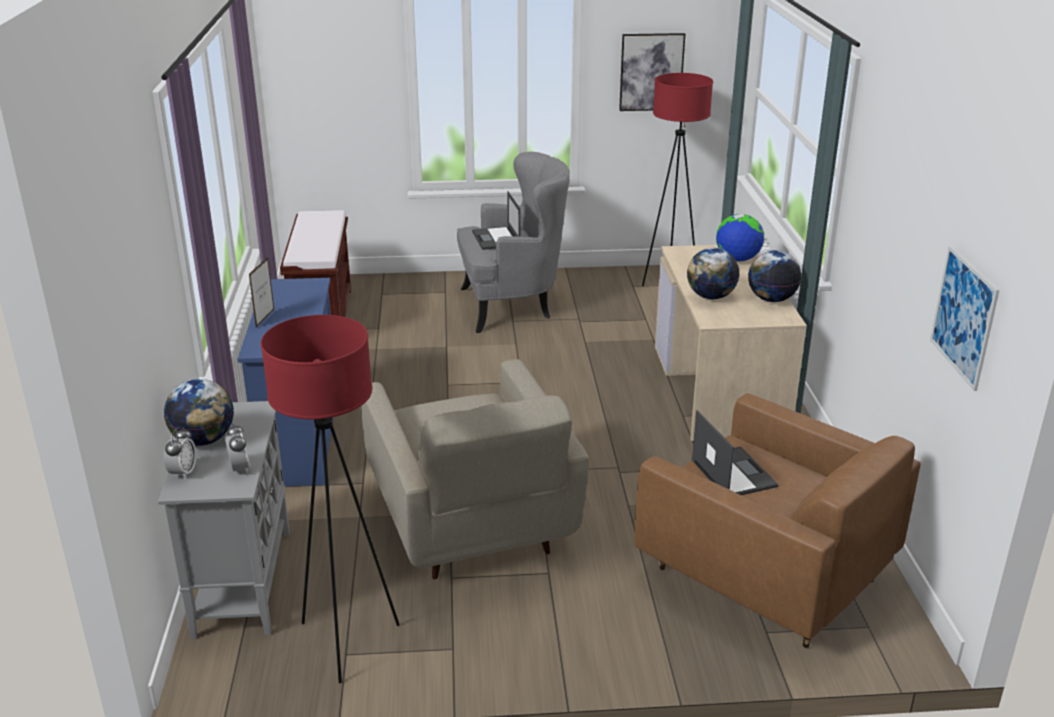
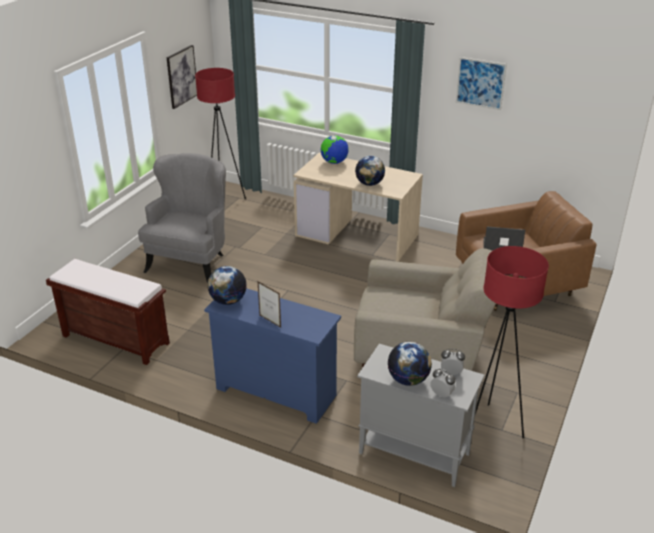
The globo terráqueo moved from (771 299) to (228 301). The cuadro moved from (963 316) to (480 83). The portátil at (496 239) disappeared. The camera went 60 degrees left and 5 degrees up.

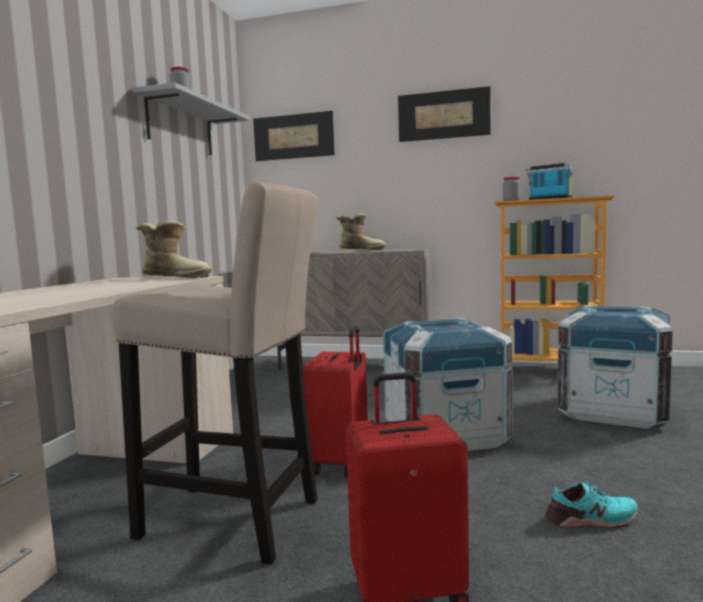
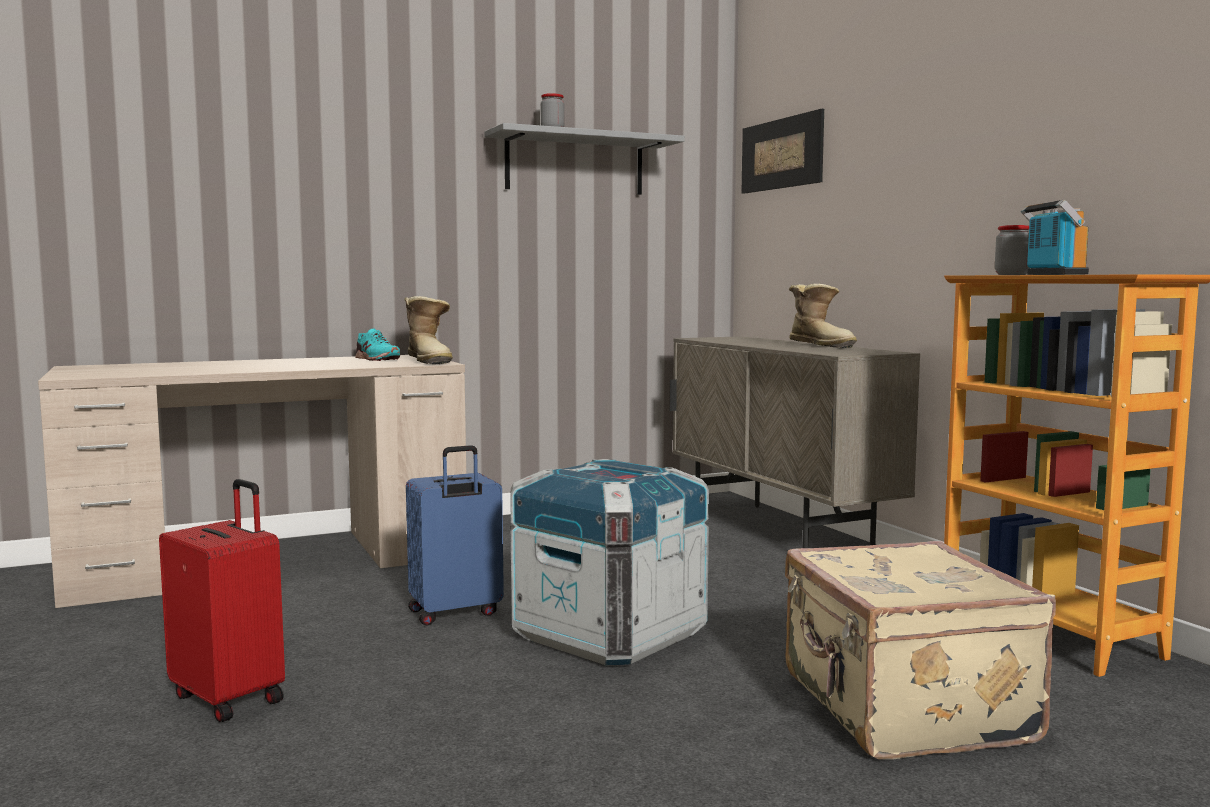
The zapato/turquesa moved from (591 519) to (376 359). The maleta/rojo at (341 463) became the maleta/azul at (455 613). The caja de embalaje at (612 411) was replaced by the maleta/beis at (902 709). The taburete/beis at (237 521) disappeared. The cuadro at (443 115) disappeared. The camera went 50 degrees right and 0 degrees up.

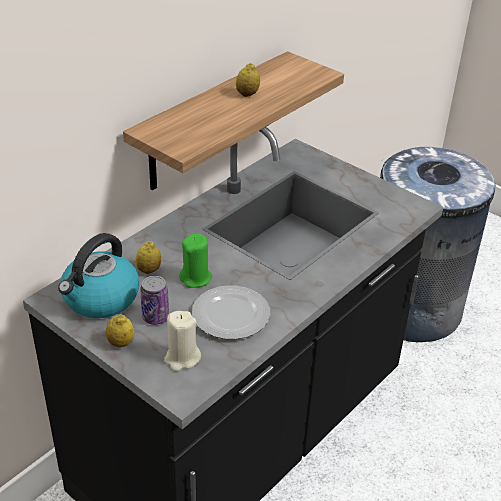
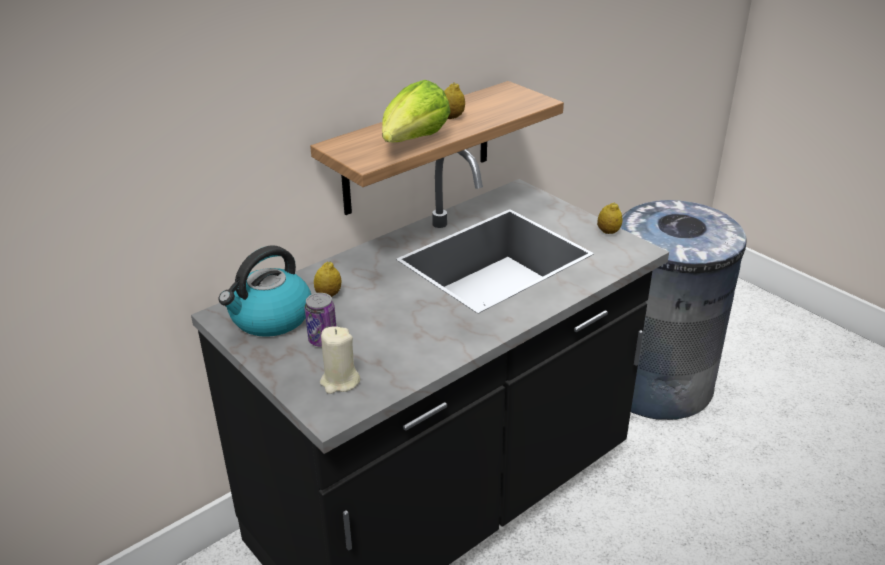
The lechuga at (413 142) appeared. The limón moved from (121 343) to (608 232). The vela/verde at (196 278) disappeared. The plato at (231 316) disappeared. The camera went 10 degrees right and 5 degrees down.

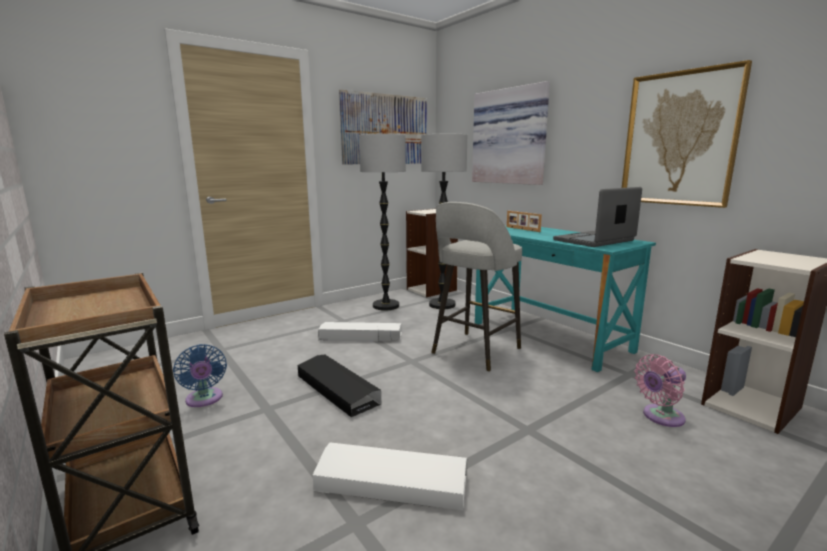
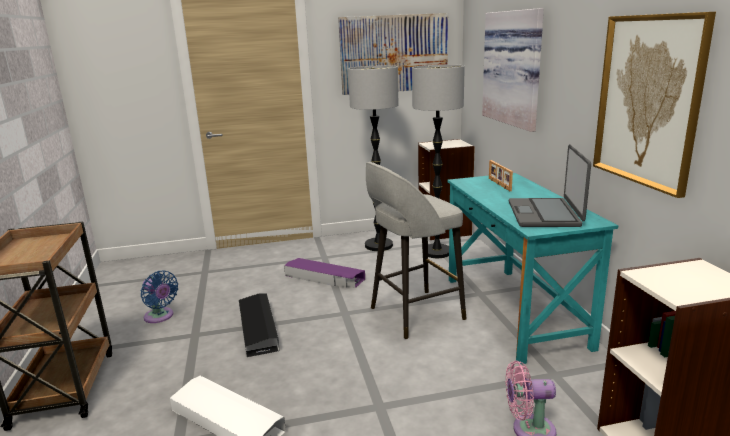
The ventilador/azul at (204 400) turned 45 degrees counterclockwise. The caja de almacenaje/blanco at (361 336) became the caja de almacenaje/morado at (325 278). The portátil at (594 240) turned 75 degrees counterclockwise. The camera went 25 degrees right and 5 degrees up.

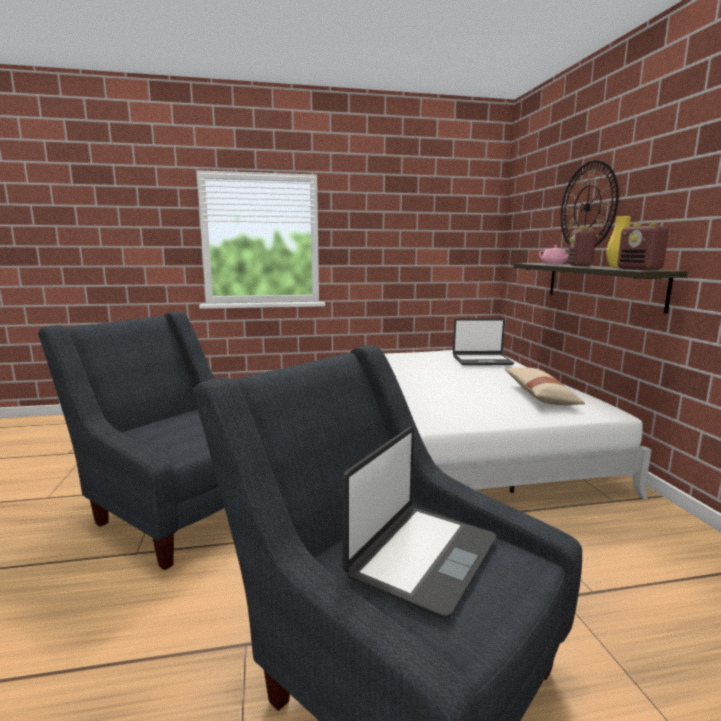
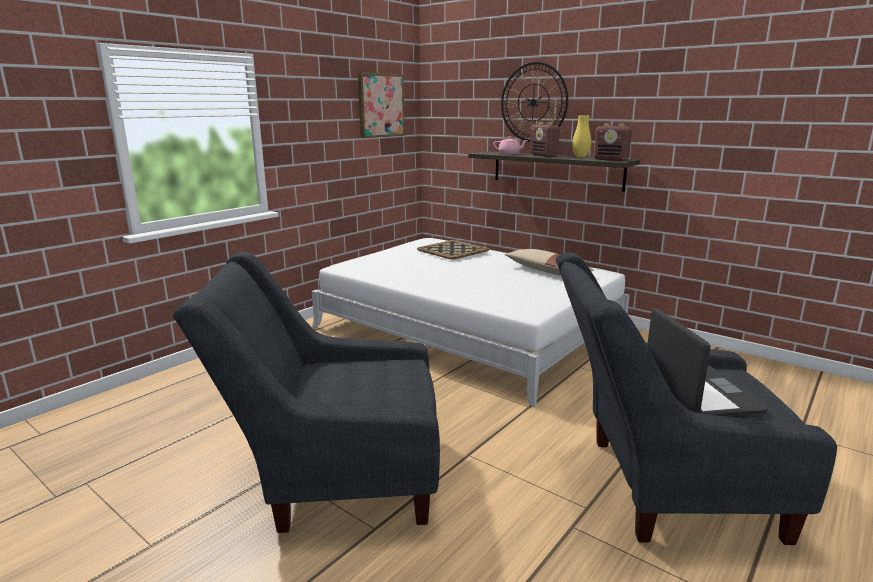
The cuadro at (380 105) appeared. The portátil at (482 360) was replaced by the bandeja at (453 250). The camera went 40 degrees left and 5 degrees up.

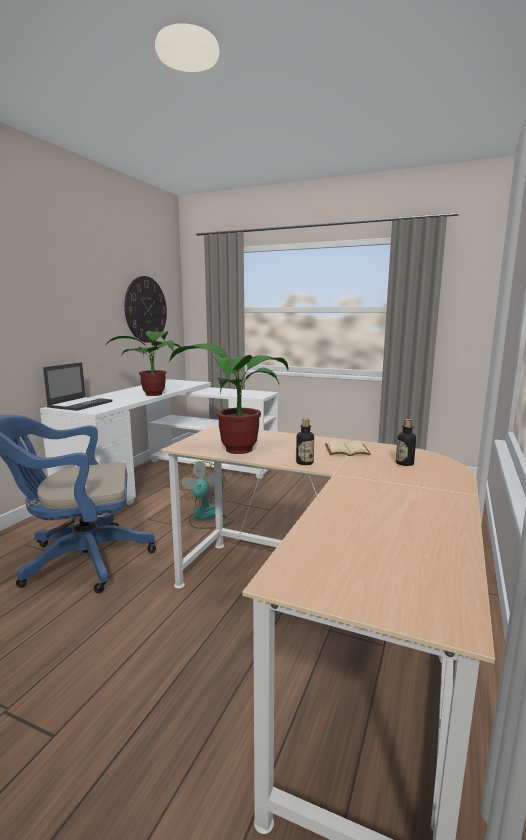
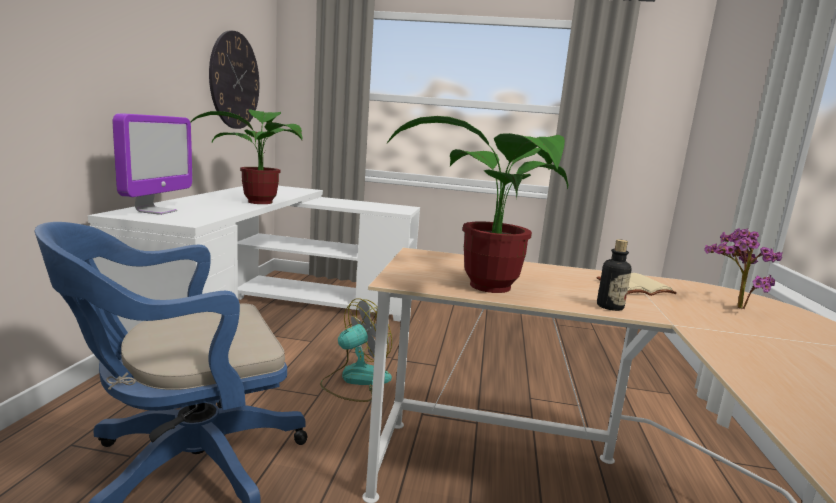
The portátil at (81 404) was replaced by the monitor at (156 211). The ventilador at (207 517) turned 60 degrees clockwise. The botella at (404 463) was replaced by the planta en maceta at (733 306). The camera went 15 degrees left and 0 degrees up.

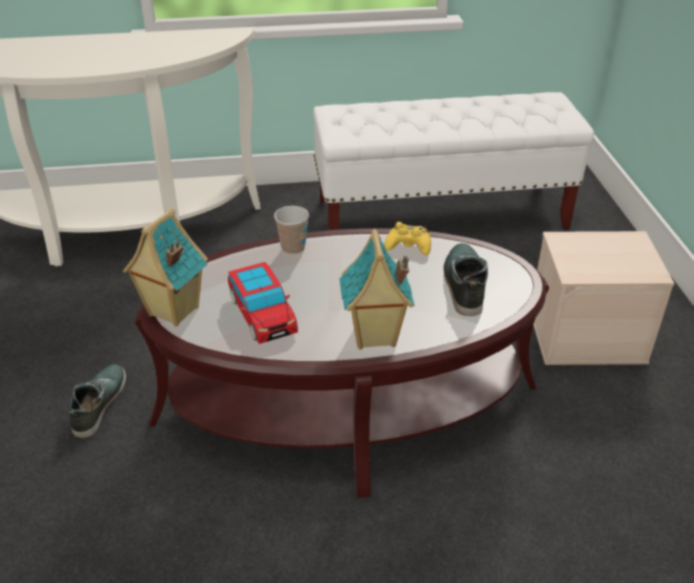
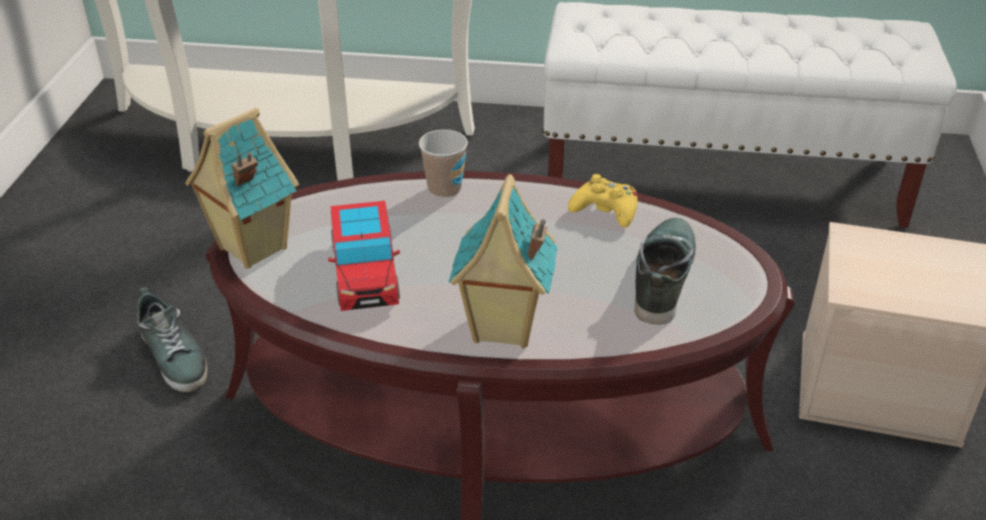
The zapato at (98 403) turned 120 degrees clockwise. The camera went 15 degrees right and 0 degrees up.

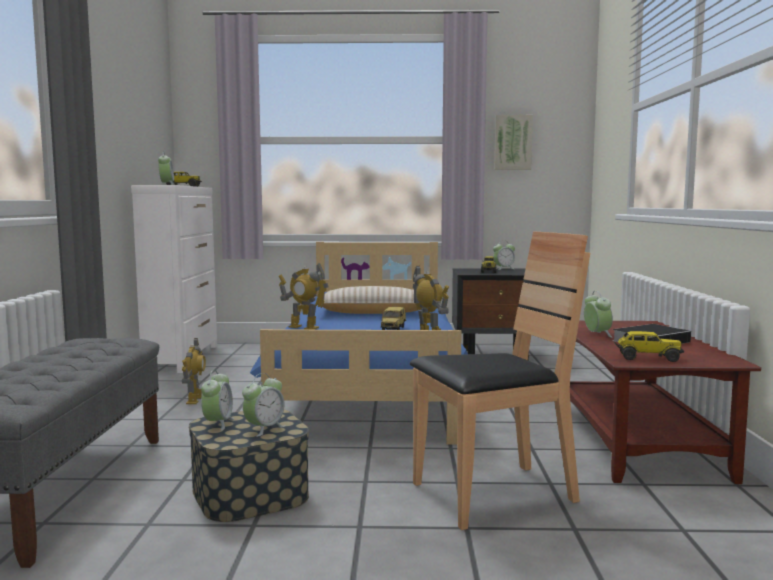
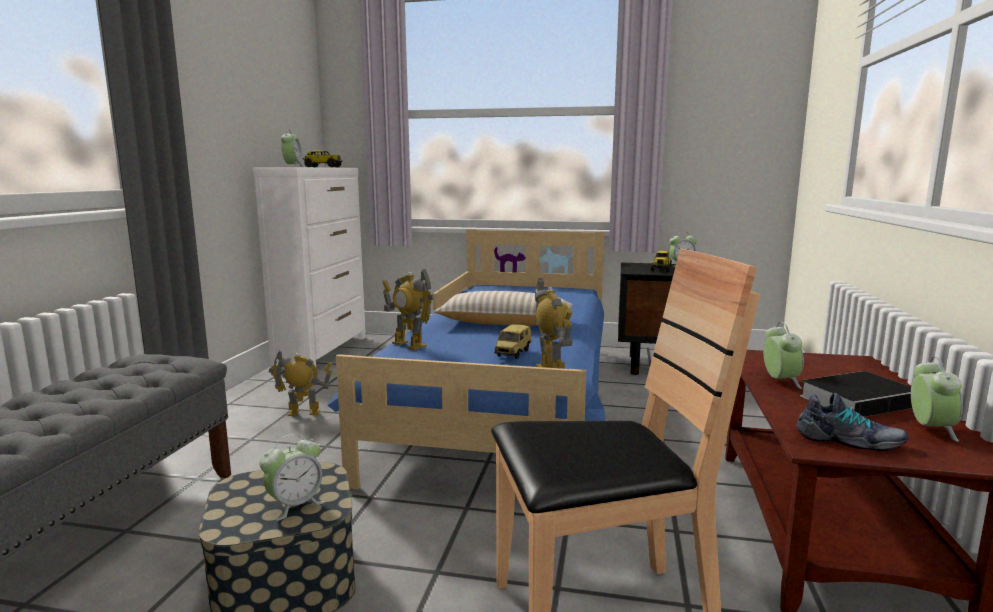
The robot de juguete at (195 400) turned 105 degrees counterclockwise. The camión de juguete at (647 358) was replaced by the zapato at (849 441). The despertador moved from (218 423) to (930 429). The cuadro at (512 142) disappeared. The camera went 10 degrees right and 5 degrees up.

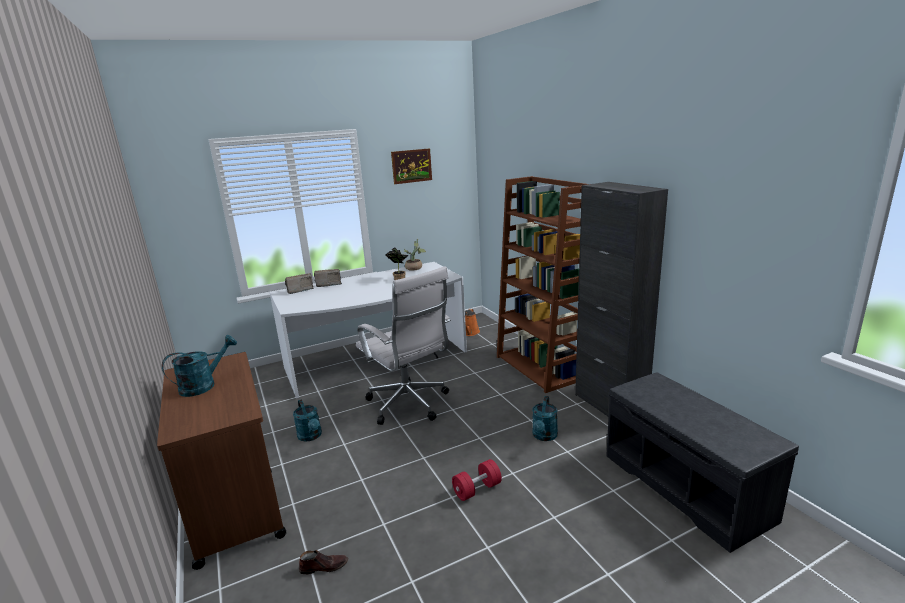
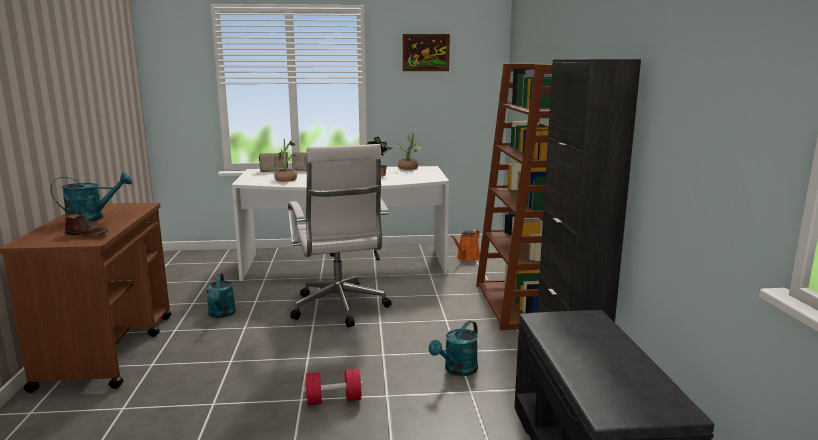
The zapato/marrón moved from (324 566) to (88 234). The planta en maceta at (286 179) appeared. The camera went 20 degrees right and 5 degrees down.

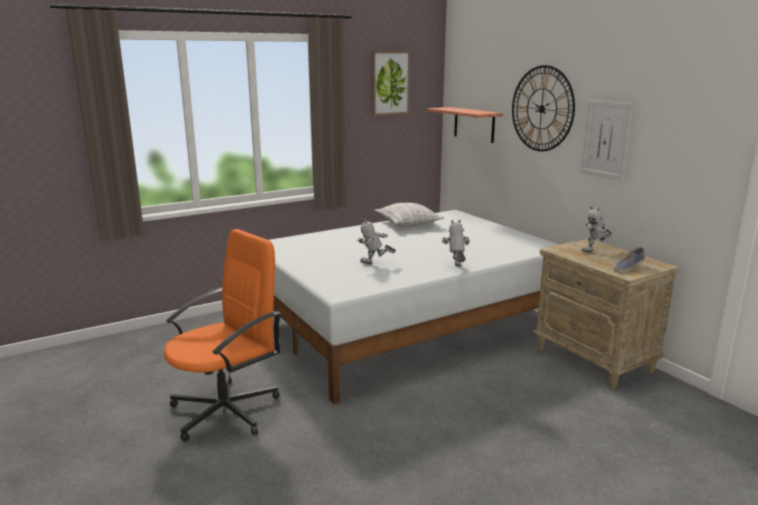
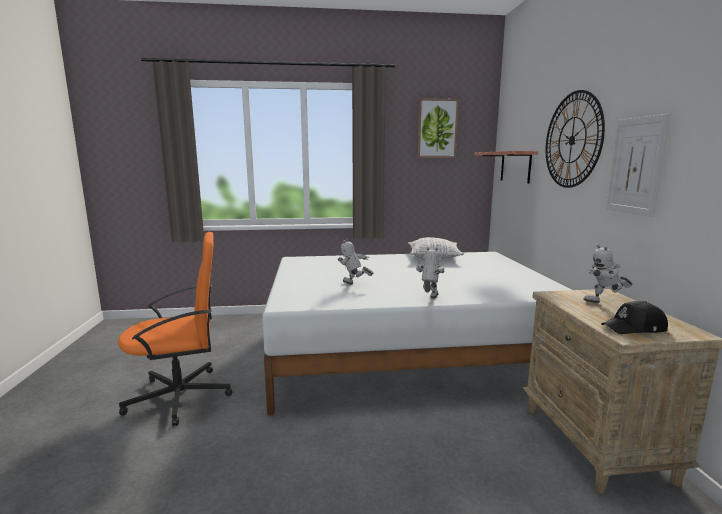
The zapato at (627 267) was replaced by the gorra/negro at (634 328). The camera went 25 degrees right and 5 degrees down.

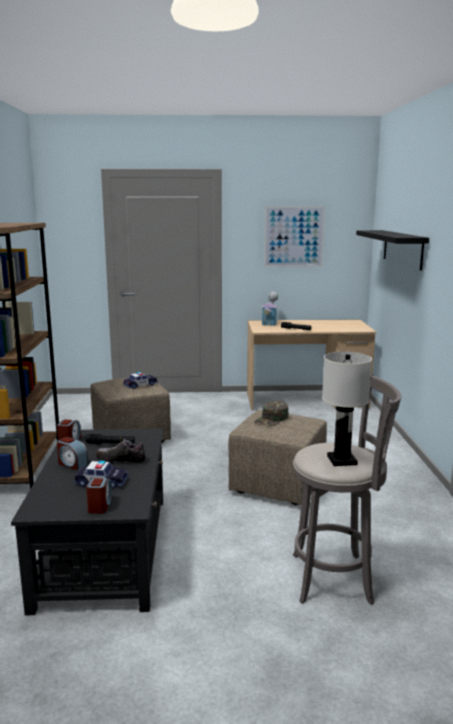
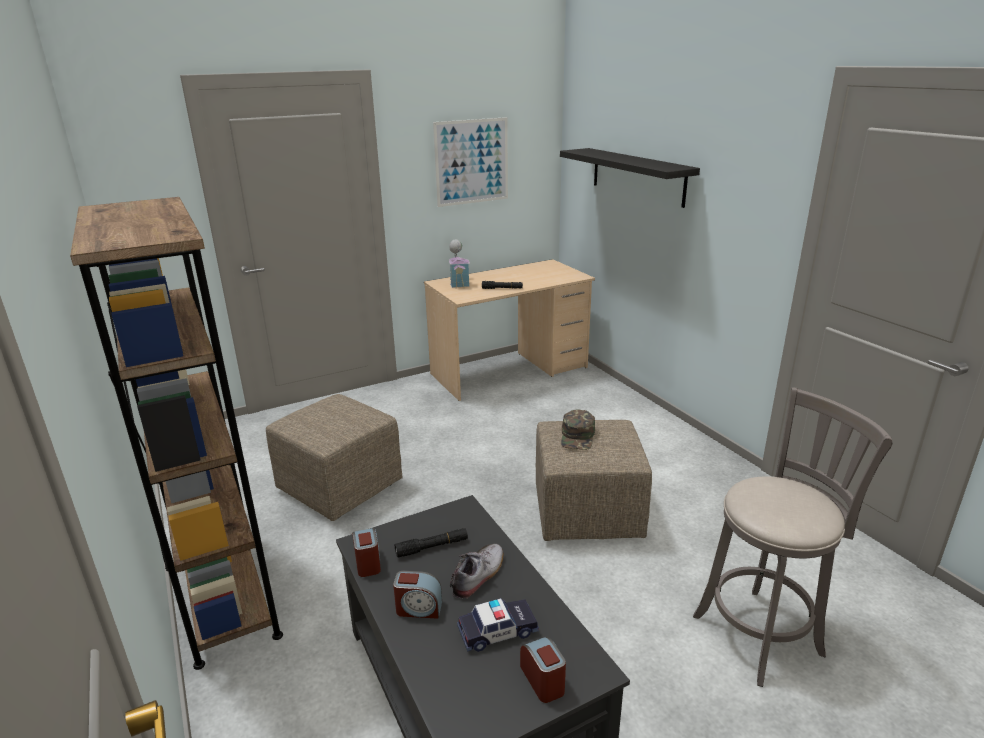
The zapato at (121 459) turned 135 degrees clockwise. The coche de juguete at (140 385) disappeared. The lámpara de mesa/blanco at (341 460) disappeared. The camera went 25 degrees left and 10 degrees up.

